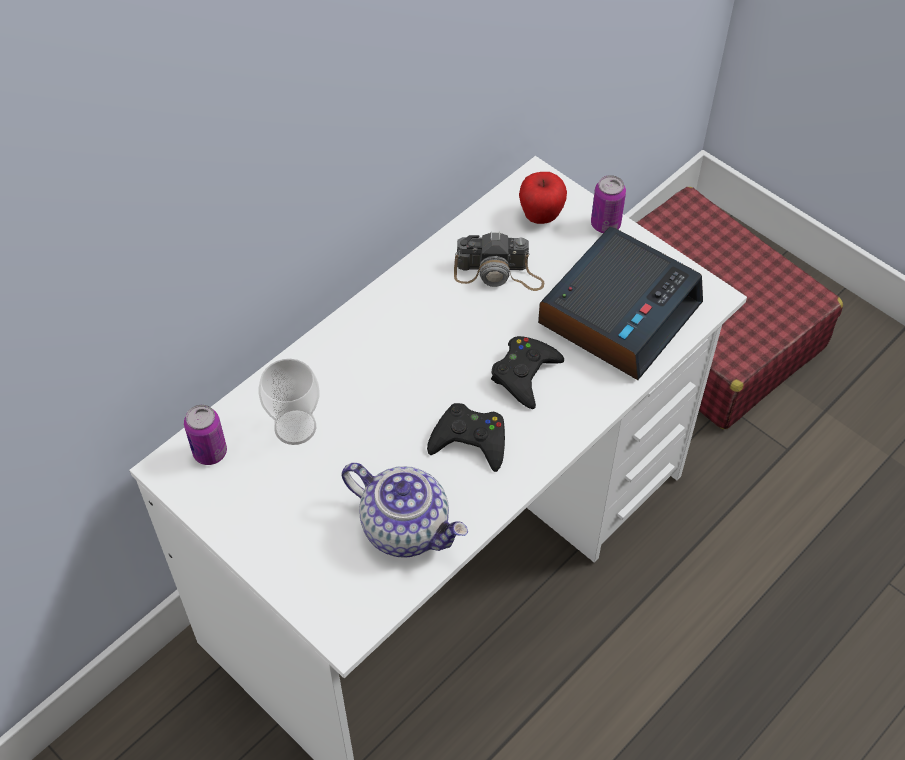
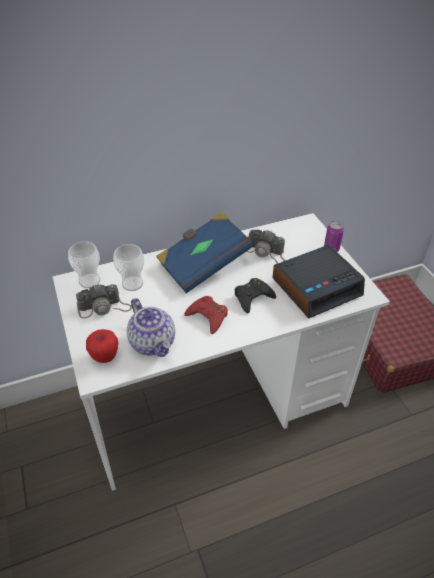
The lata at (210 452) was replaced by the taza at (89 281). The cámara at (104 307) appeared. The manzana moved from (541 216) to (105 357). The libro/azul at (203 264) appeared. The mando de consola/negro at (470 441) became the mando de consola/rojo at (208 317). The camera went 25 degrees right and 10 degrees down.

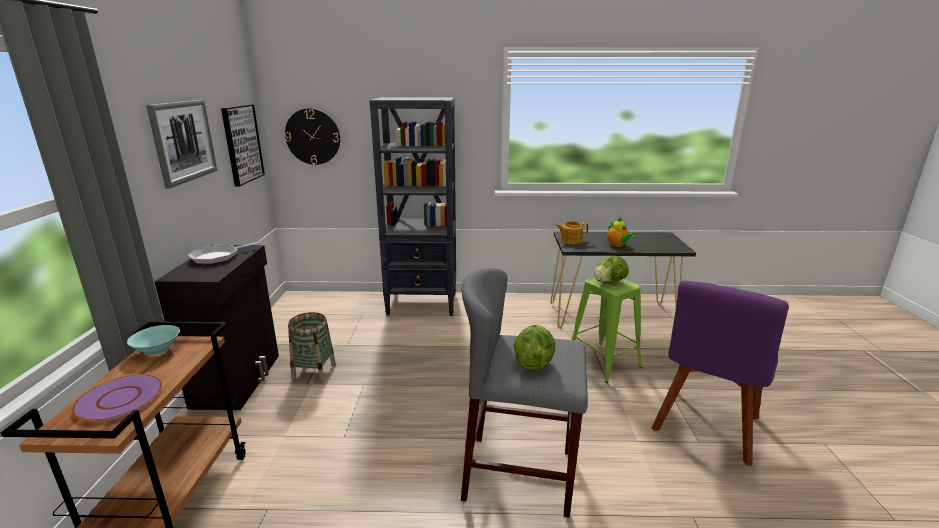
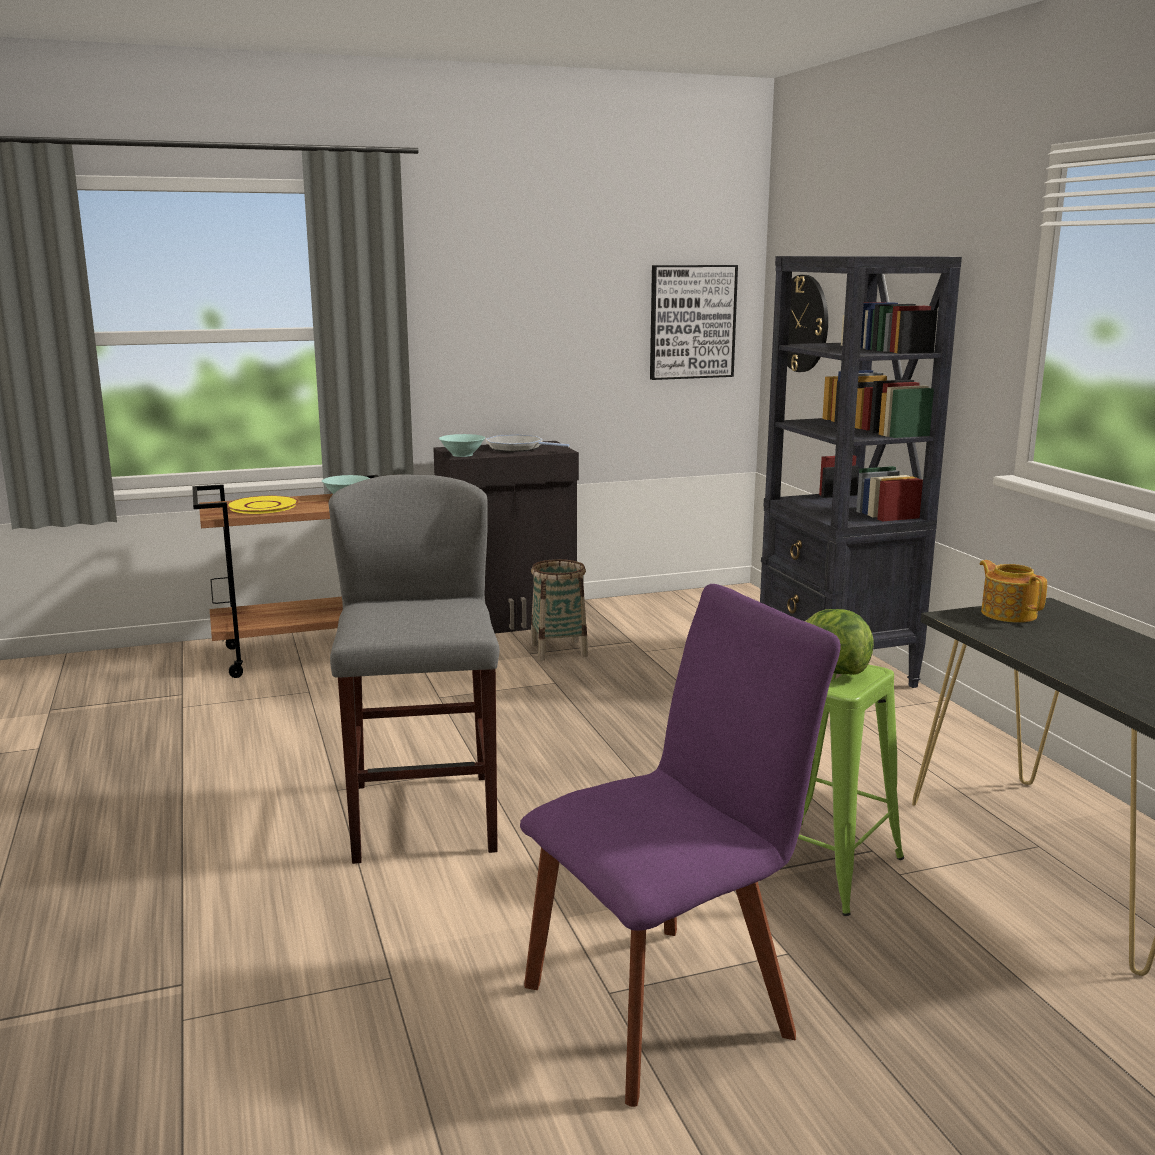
The plato/morado at (120 398) became the plato/amarillo at (263 506). The cuenco/turquesa at (462 455) appeared. The silla/morado at (705 427) turned 135 degrees clockwise. The cuadro at (183 141) disappeared. The lechuga at (533 363) disappeared. The tetera at (617 245) disappeared. The camera went 70 degrees right and 5 degrees down.

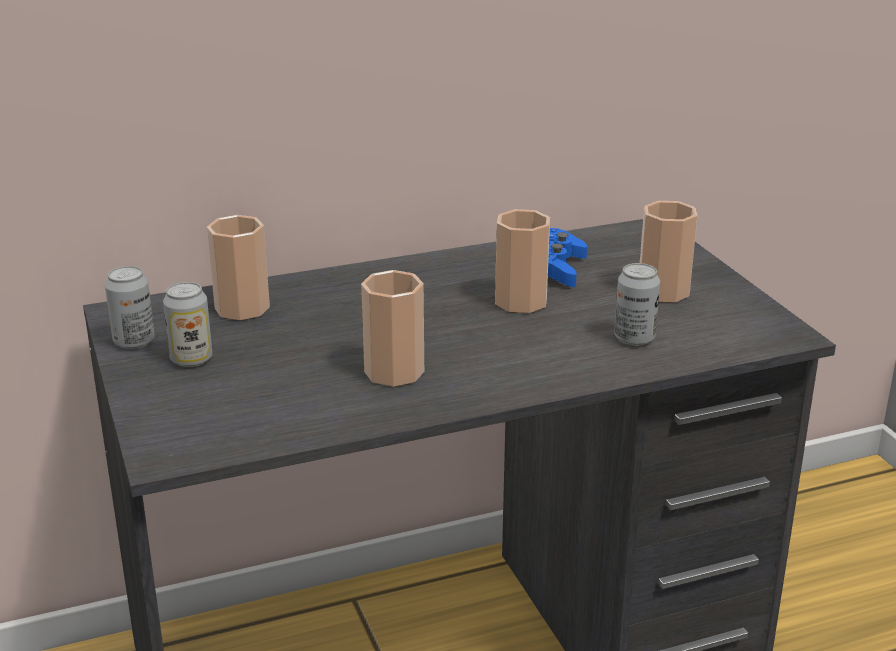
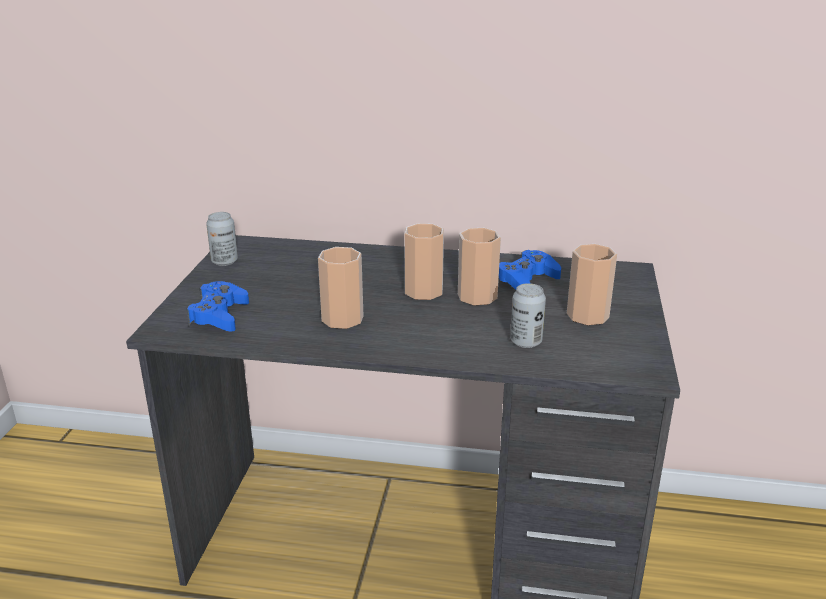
The mando de consola/azul at (219 315) appeared. The taza moved from (242 308) to (423 291). The lata at (191 359) disappeared. The camera went 30 degrees right and 0 degrees up.

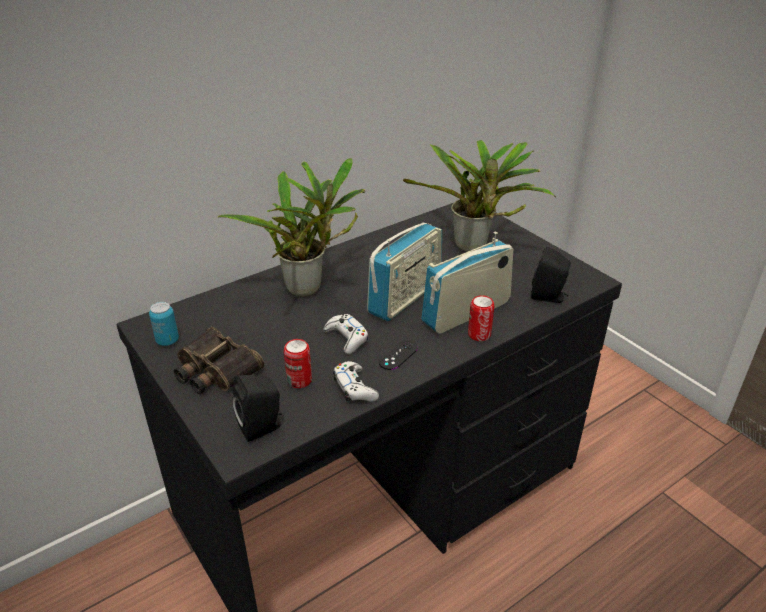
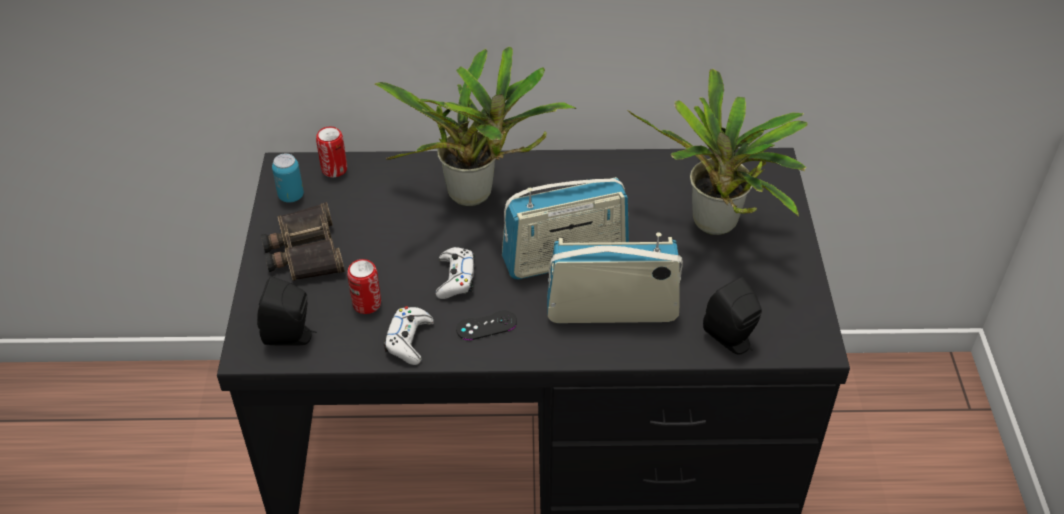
The lata moved from (479 335) to (334 169). The camera went 35 degrees right and 10 degrees up.

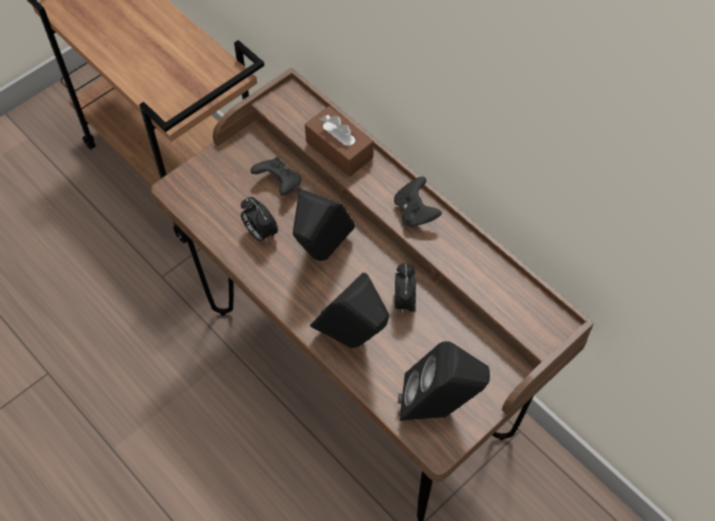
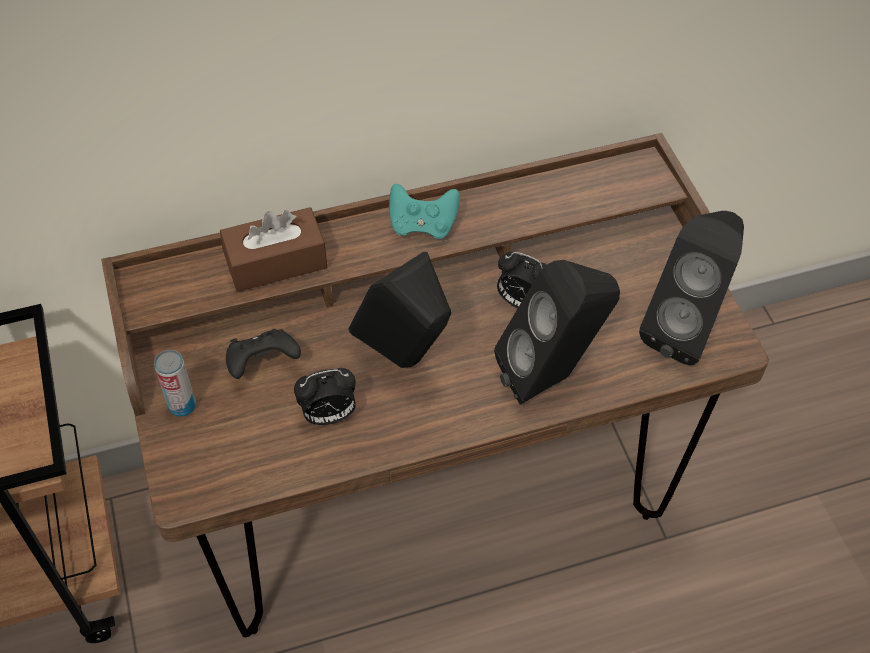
The lata at (182 406) appeared. The mando de consola/negro at (415 212) became the mando de consola/turquesa at (422 225). The camera went 65 degrees left and 5 degrees down.

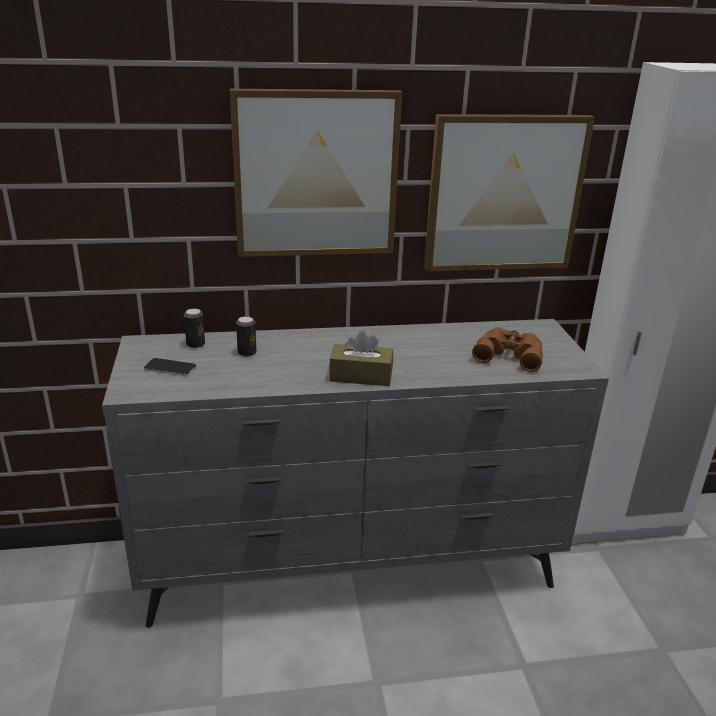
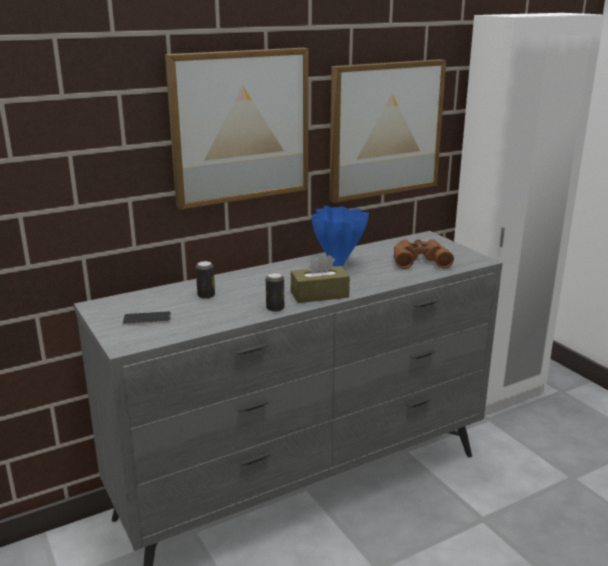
The lata moved from (195 344) to (275 308). The florero/azul at (338 264) appeared. The camera went 20 degrees left and 5 degrees down.

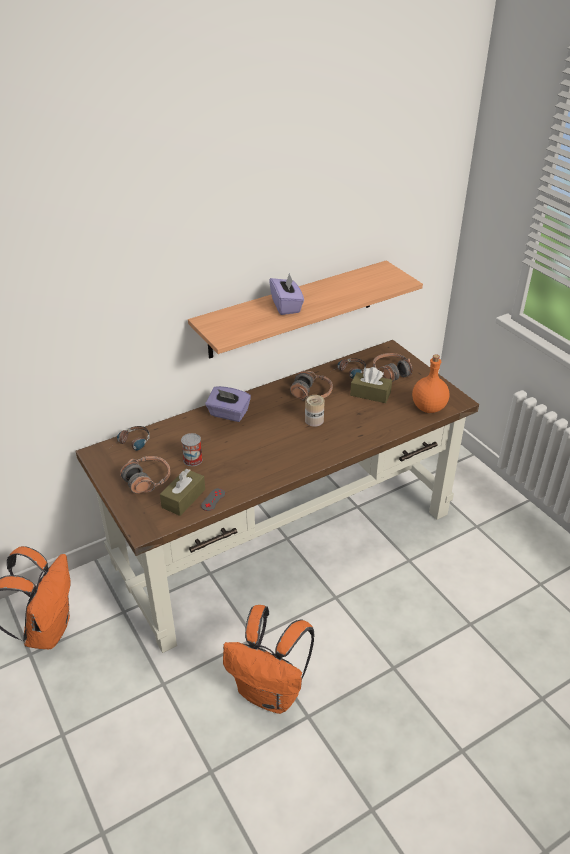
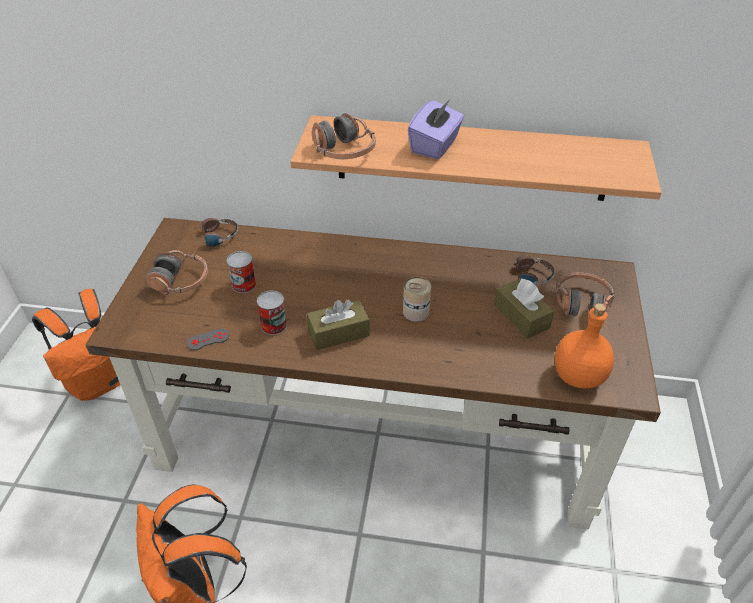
The lata at (274 325) appeared. The caja de pañuelos/marrón moved from (183 498) to (338 333). The auriculares moved from (311 393) to (344 151). The caja de pañuelos/morado at (228 414) disappeared. The camera went 40 degrees right and 5 degrees up.

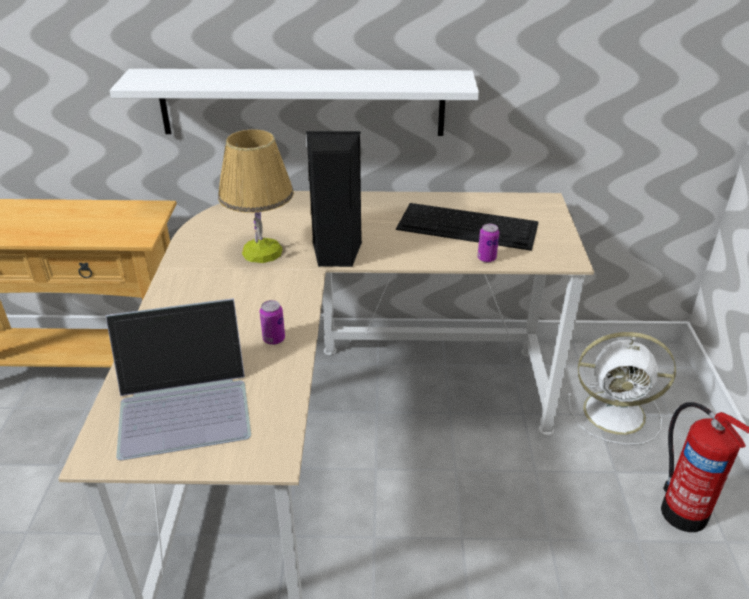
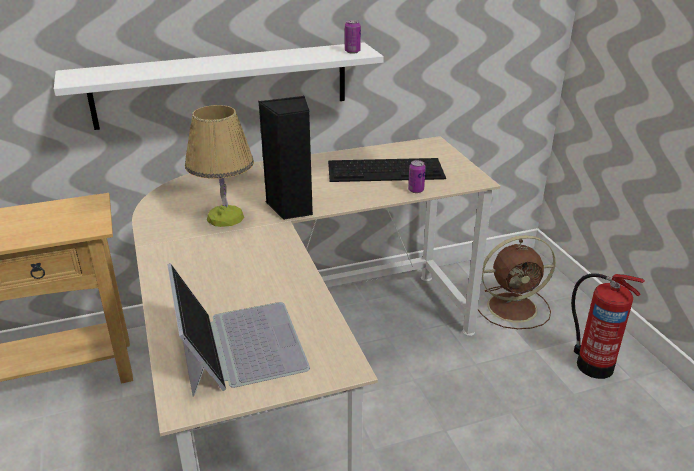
The portátil at (185 403) turned 75 degrees counterclockwise. The lata moved from (274 339) to (352 51). The ventilador/blanco at (617 413) became the ventilador/marrón at (514 307). The camera went 20 degrees left and 5 degrees down.

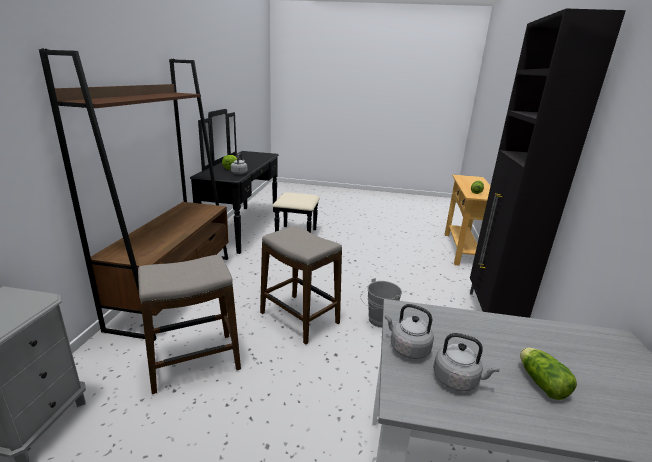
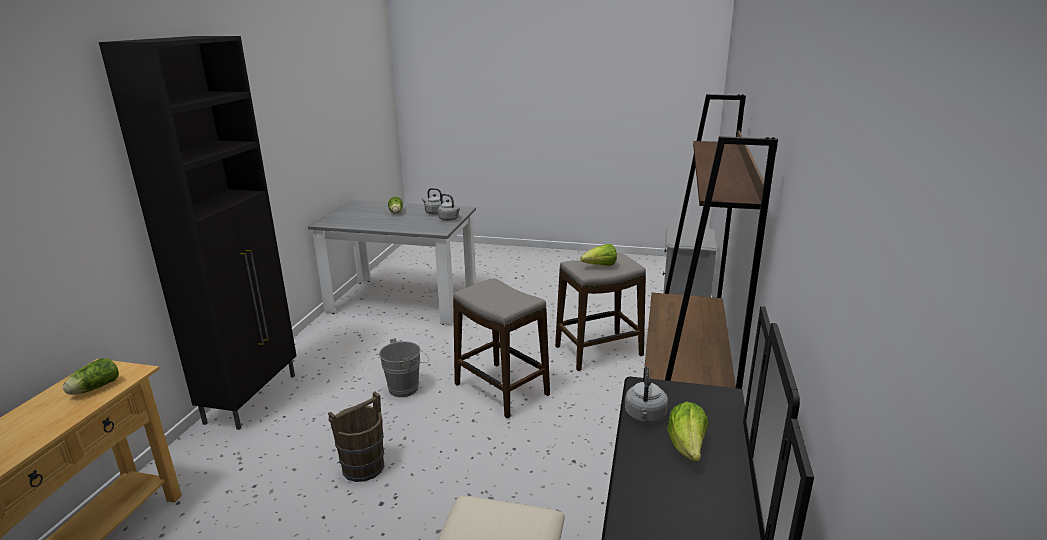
The cubo/marrón at (362 467) appeared. The lechuga at (600 266) appeared. The camera went 175 degrees left and 0 degrees up.

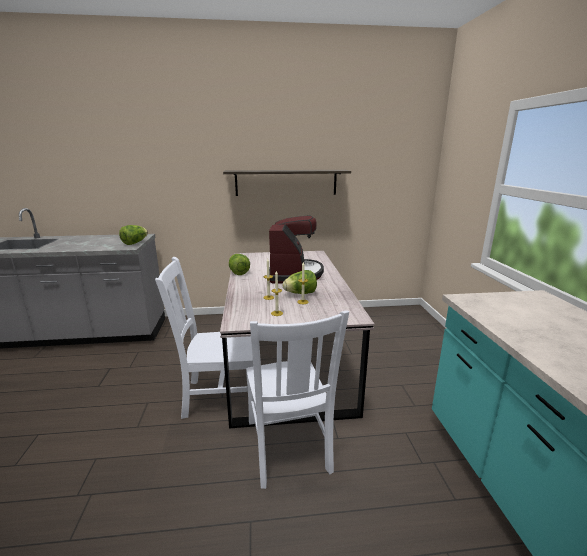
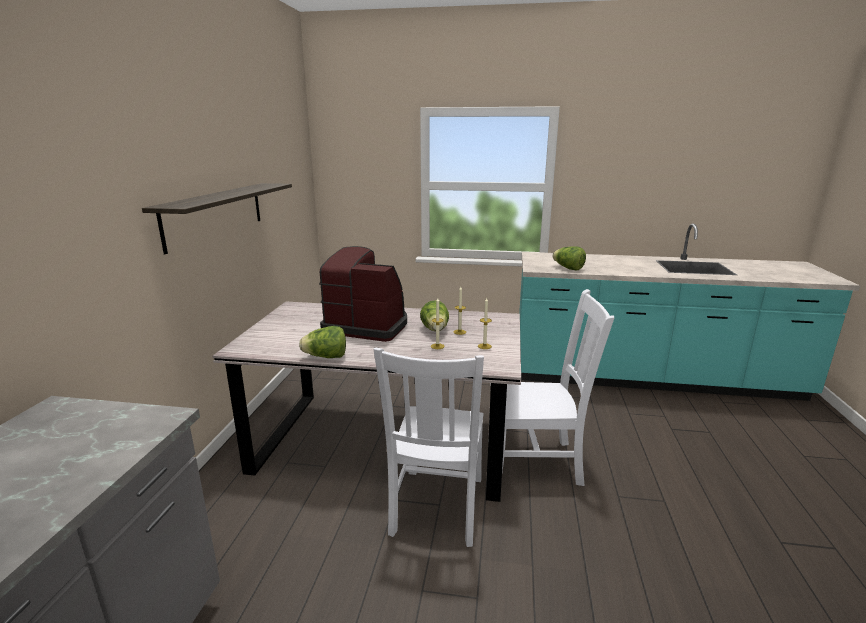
The lechuga moved from (135 243) to (568 268). The camera went 75 degrees left and 0 degrees up.

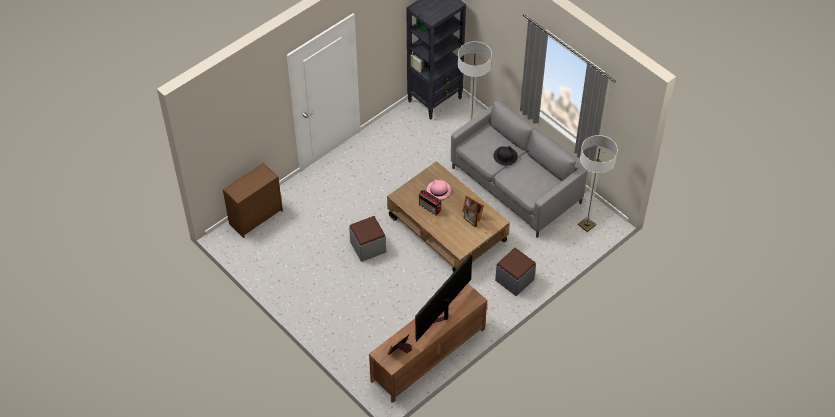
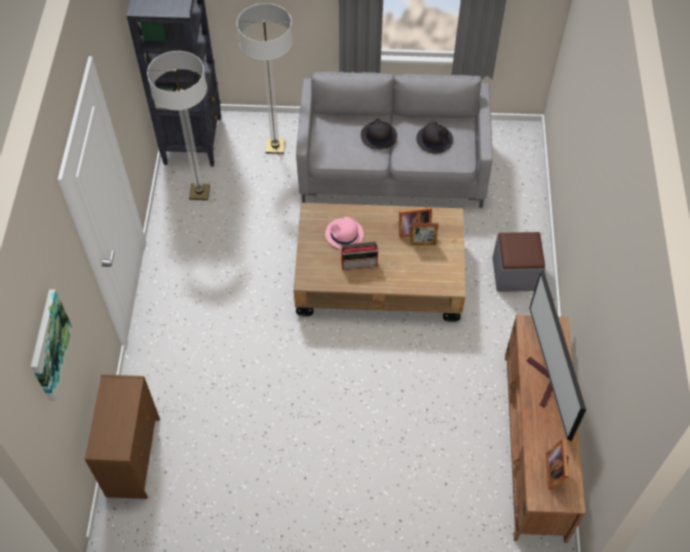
The cuadro at (48 345) appeared. The lámpara de pie moved from (586 225) to (199 192). The sombrero/negro at (434 139) appeared. The puf/gris at (368 247) disappeared. The camera went 45 degrees left and 5 degrees up.

